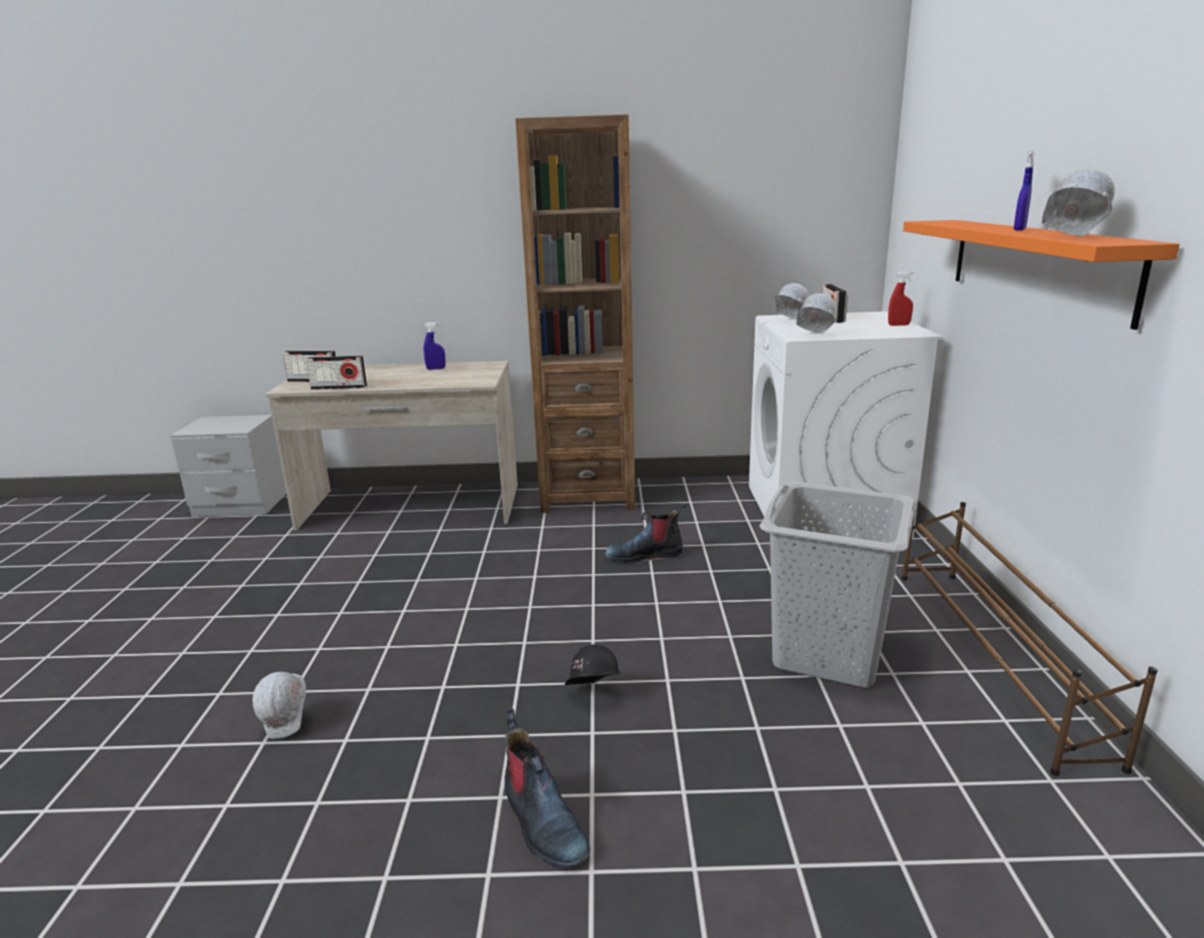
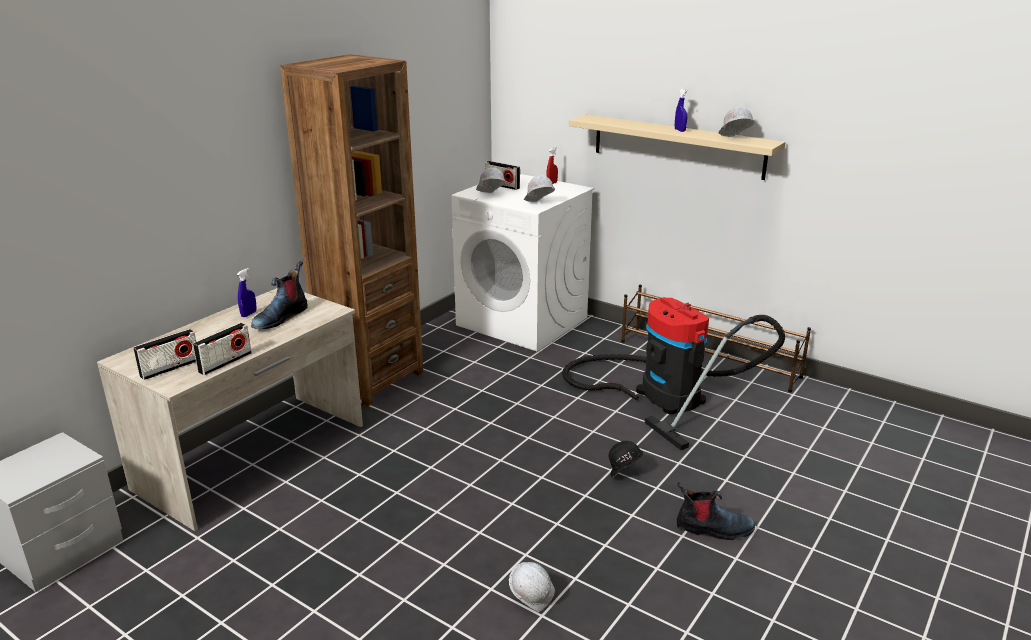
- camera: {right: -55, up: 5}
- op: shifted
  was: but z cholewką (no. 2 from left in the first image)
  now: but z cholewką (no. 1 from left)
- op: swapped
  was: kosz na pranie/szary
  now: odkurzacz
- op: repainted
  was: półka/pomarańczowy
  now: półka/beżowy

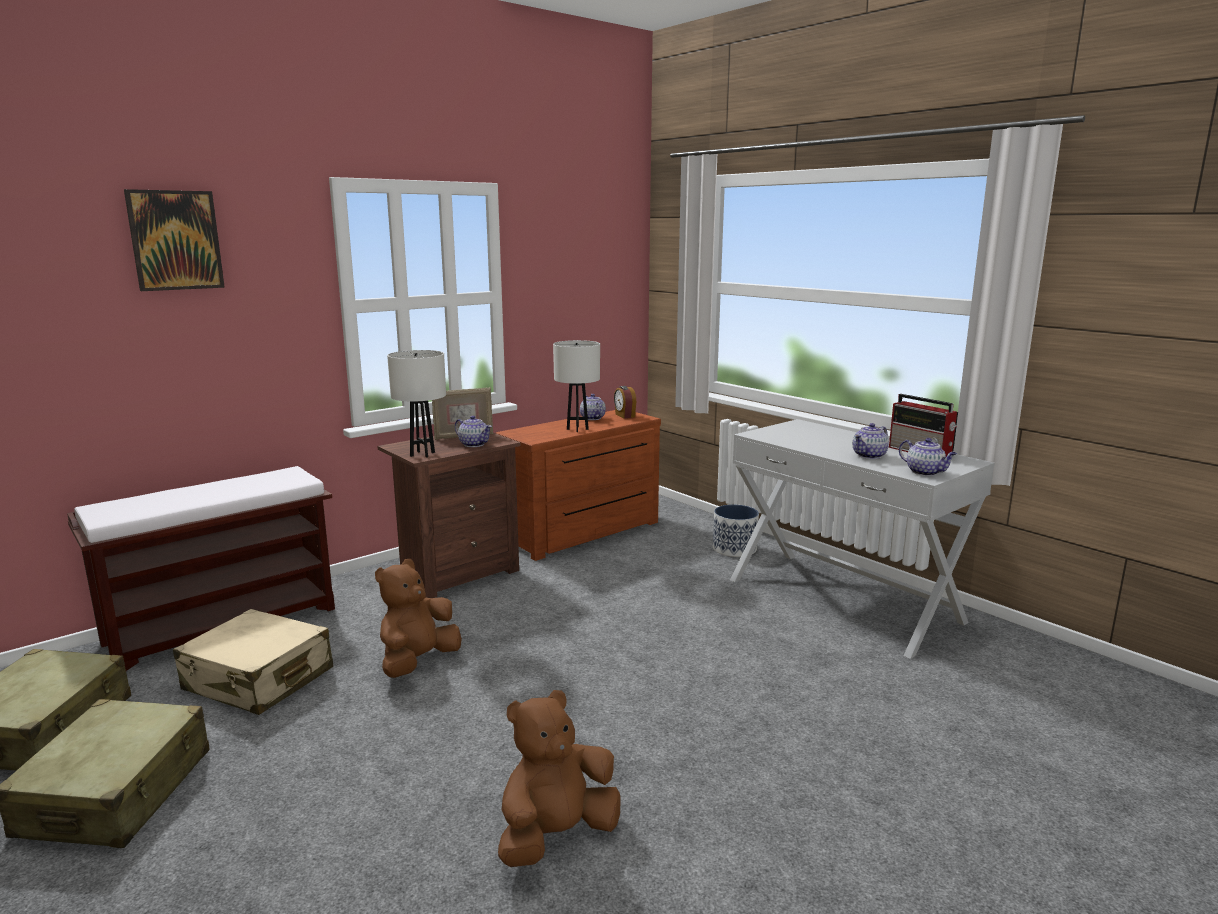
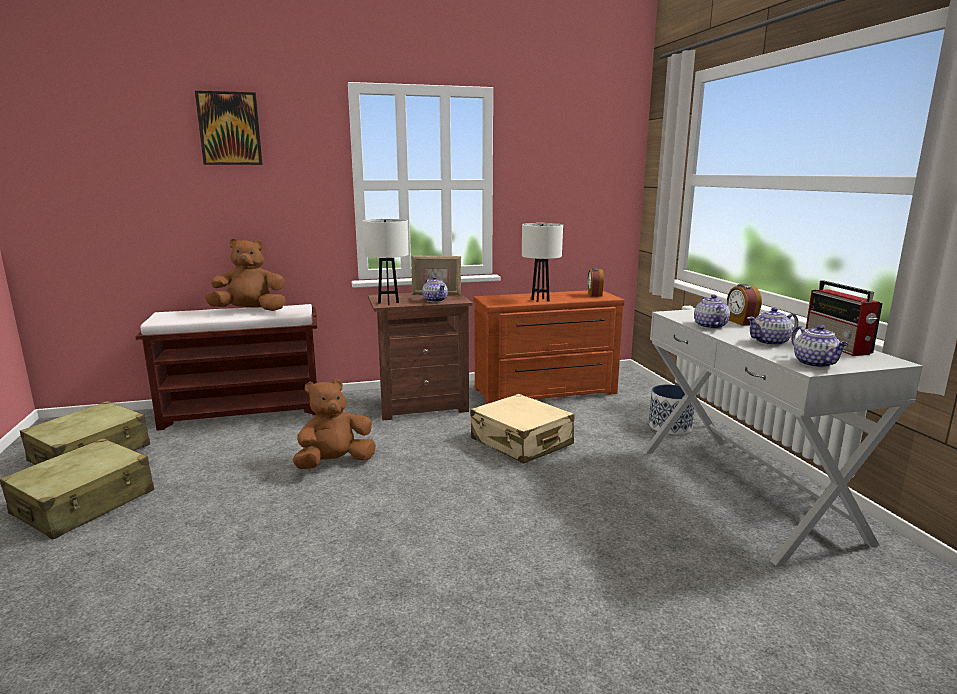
- camera: {right: 25, up: 0}
- op: shifted
  was: walizka/beżowy (no. 3 from left)
- op: shifted
  was: pluszak/brązowy (no. 2 from left in the first image)
  now: pluszak/brązowy (no. 1 from left)
- op: shifted
  was: imbryk (no. 2 from left)
- op: new
  now: budzik (no. 2 from left)

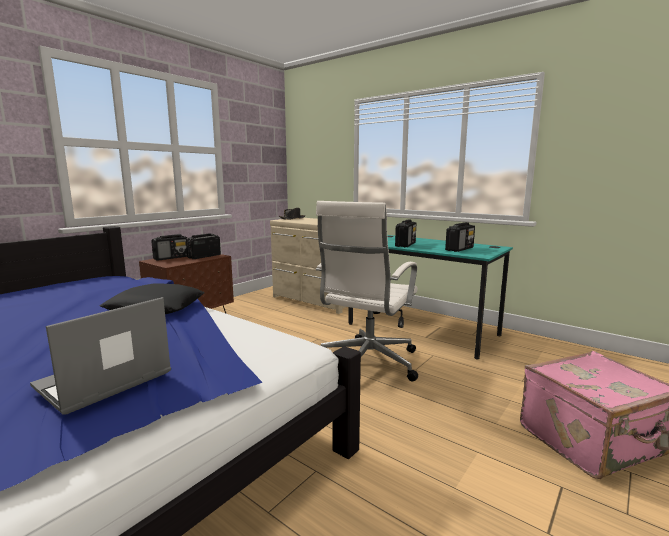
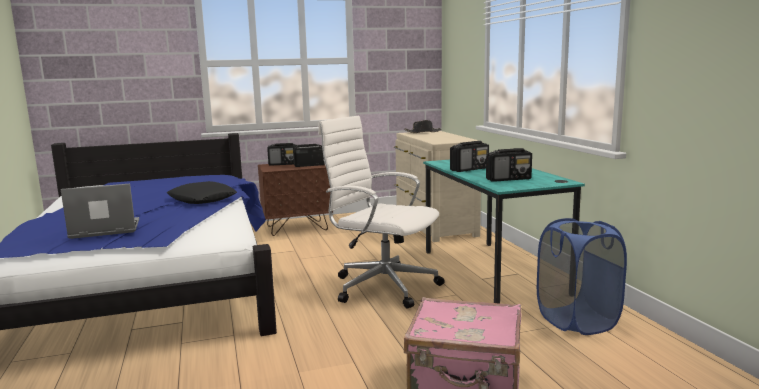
- camera: {right: 35, up: 0}
- op: rotated
  was: krzesło biurowe/biały
  clockwise: 60
- op: new
  now: kosz na pranie/niebieski

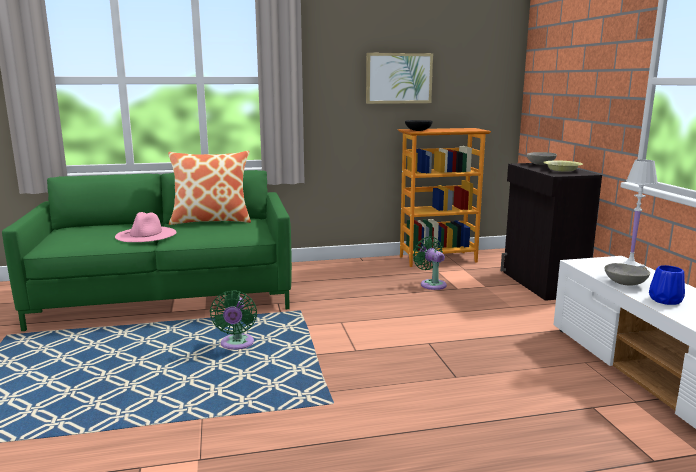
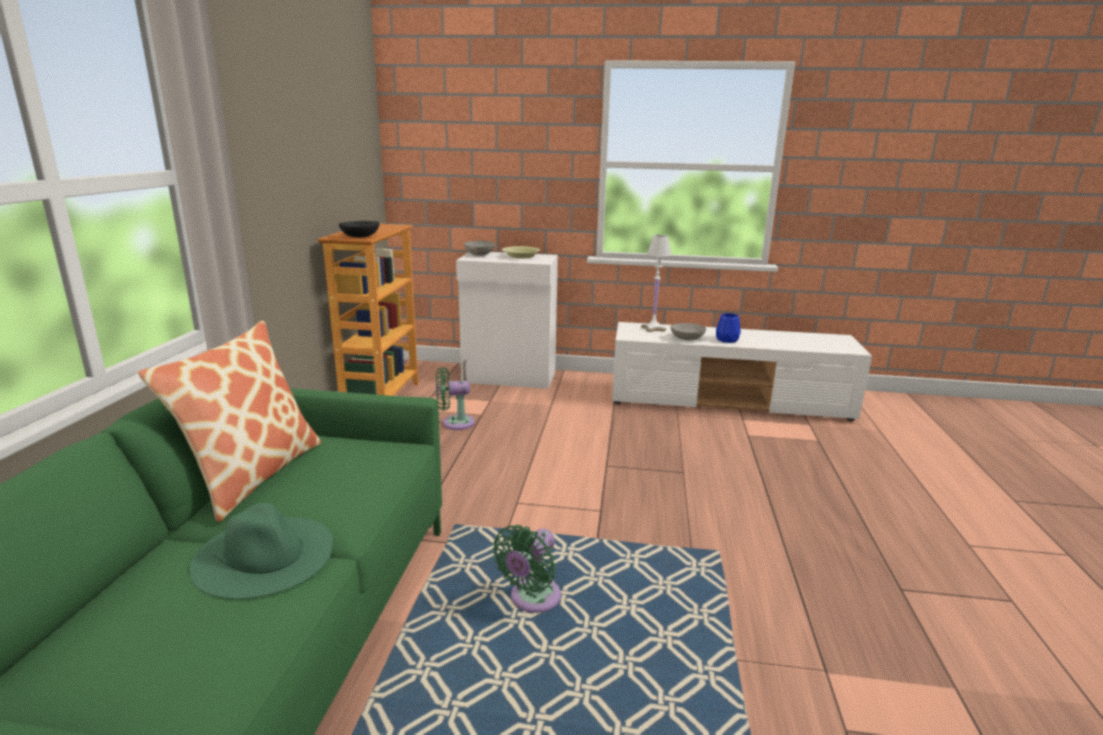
- camera: {right: -70, up: 5}
- op: repainted
  was: kapelusz/różowy
  now: kapelusz/zielony
- op: rotated
  was: wentylator/zielony (no. 1 from left in the first image)
  clockwise: 105
- op: gone
  was: obraz
- op: repainted
  was: szafka/czarny
  now: szafka/biały

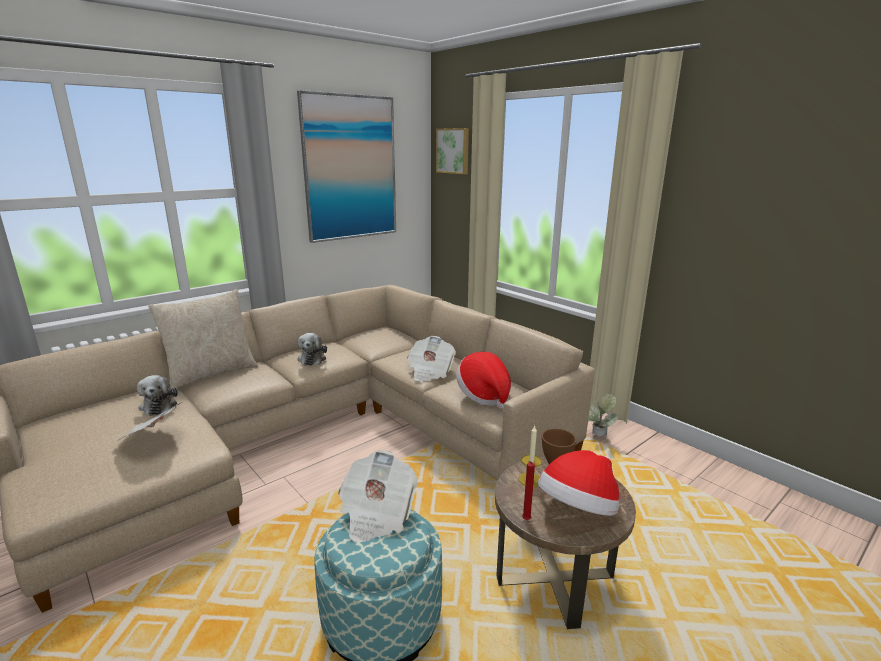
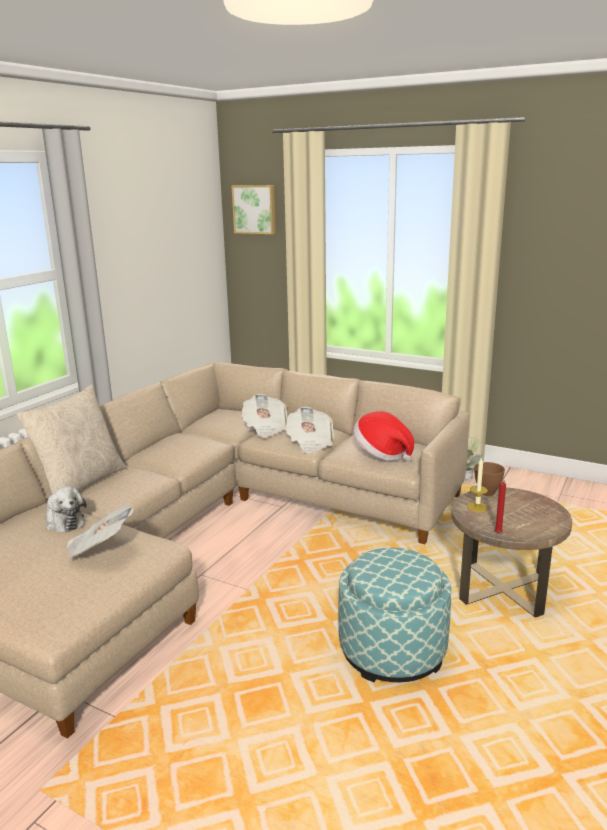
- camera: {right: -20, up: 0}
- op: gone
  was: obraz (no. 1 from left)
- op: gone
  was: pluszak (no. 2 from left)
- op: shifted
  was: gazeta (no. 2 from left)
- op: gone
  was: kapelusz (no. 2 from left)

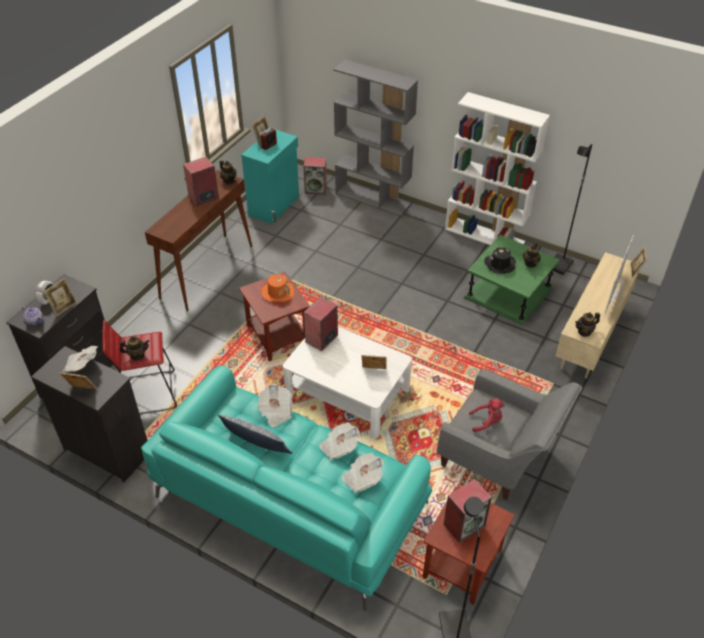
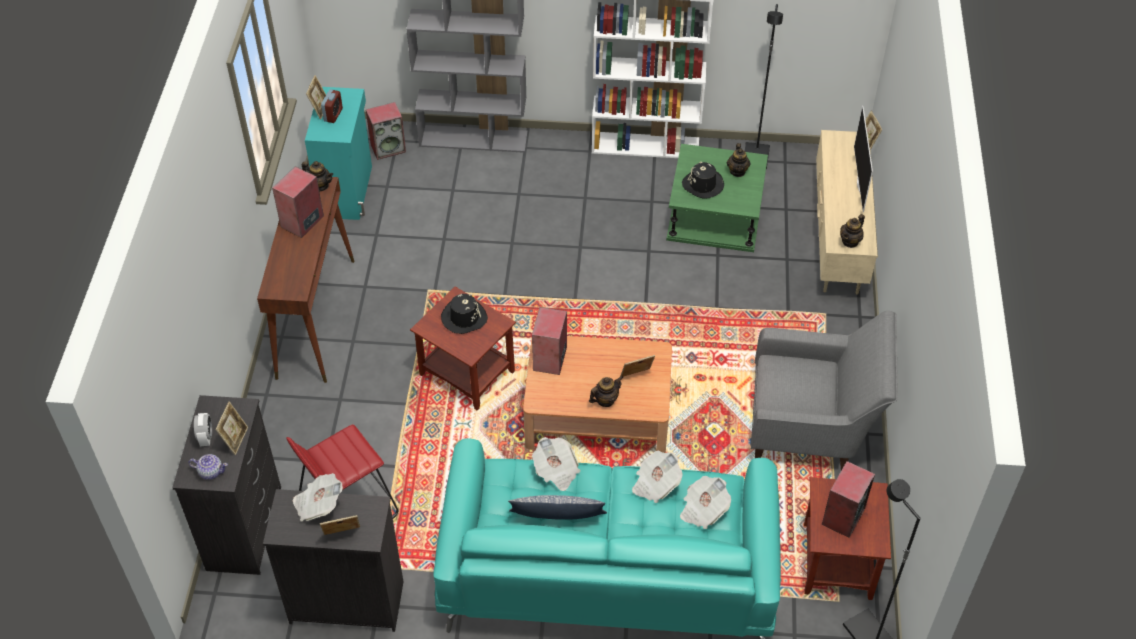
- camera: {right: -25, up: 5}
- op: shifted
  was: imbryk (no. 2 from left in the first image)
  now: imbryk (no. 3 from left)
- op: repainted
  was: kapelusz/pomarańczowy
  now: kapelusz/czarny (no. 1 from left)
- op: repainted
  was: ława/biały
  now: ława/brązowy
- op: gone
  was: pluszak/czerwony

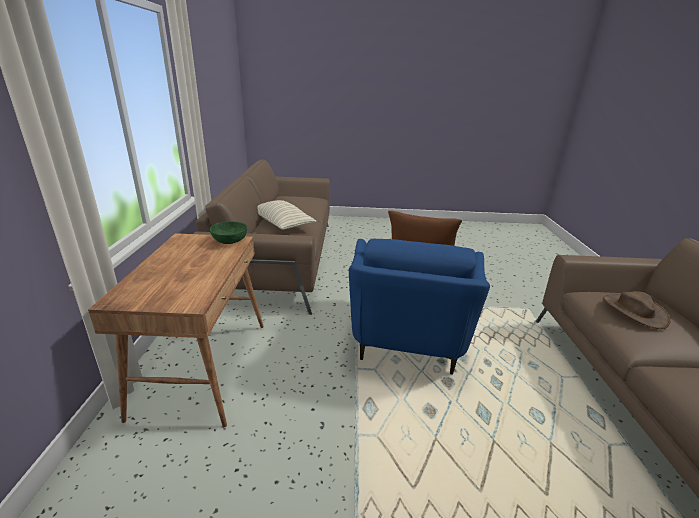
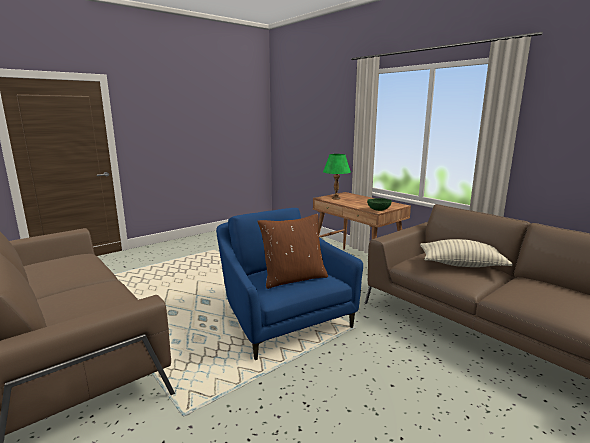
- camera: {right: 140, up: -10}
- op: gone
  was: kapelusz/brązowy
- op: new
  now: lampa stołowa/zielony

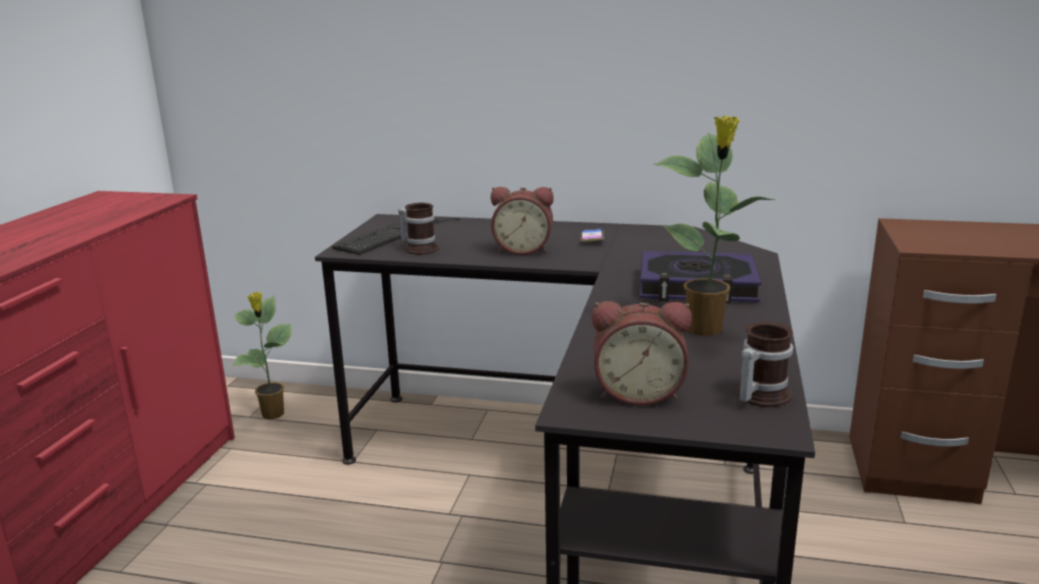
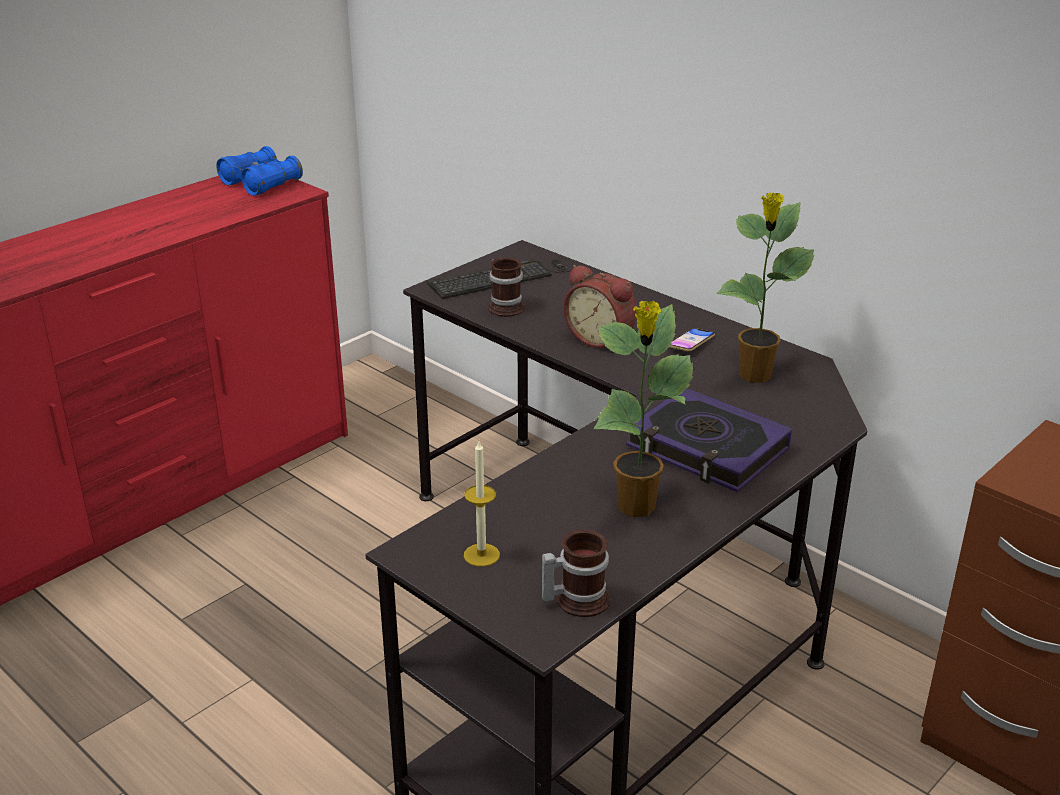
- camera: {right: 30, up: 10}
- op: shifted
  was: roślina doniczkowa (no. 1 from left in the first image)
  now: roślina doniczkowa (no. 2 from left)
- op: swapped
  was: budzik (no. 2 from left)
  now: świeca
- op: new
  now: lornetka/niebieski

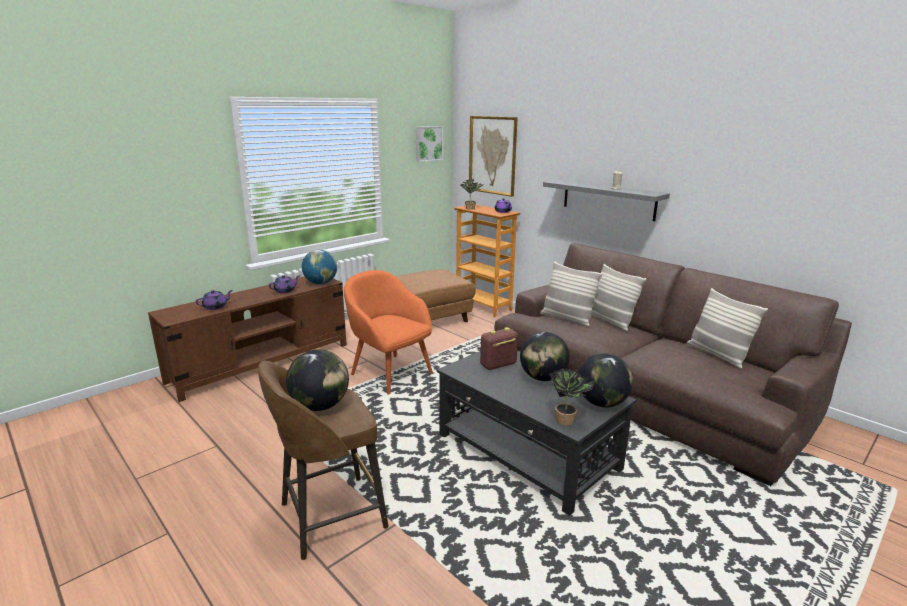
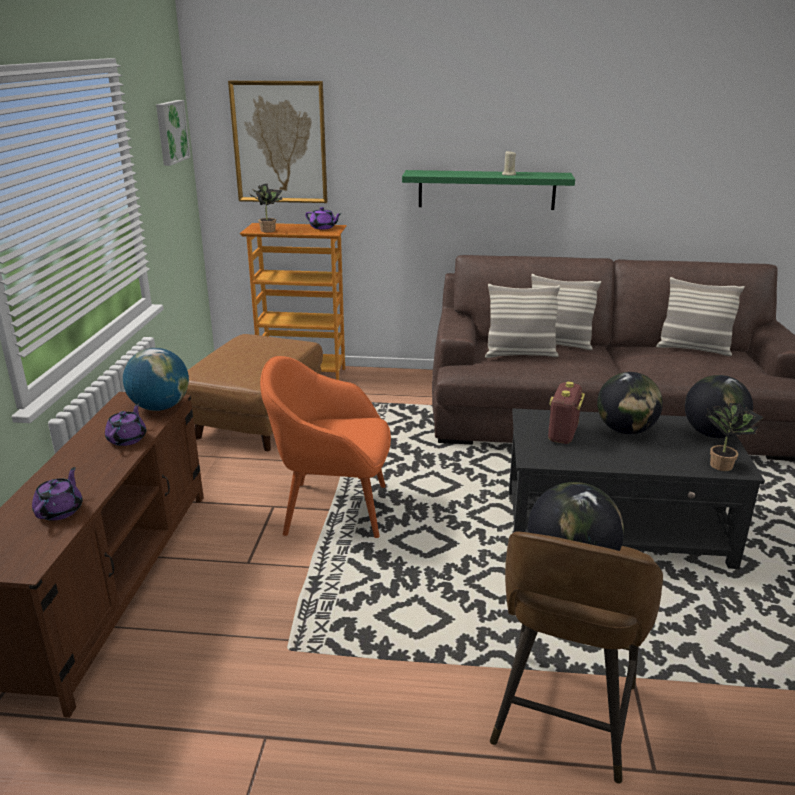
- camera: {right: -40, up: 5}
- op: repainted
  was: półka/szary
  now: półka/zielony

